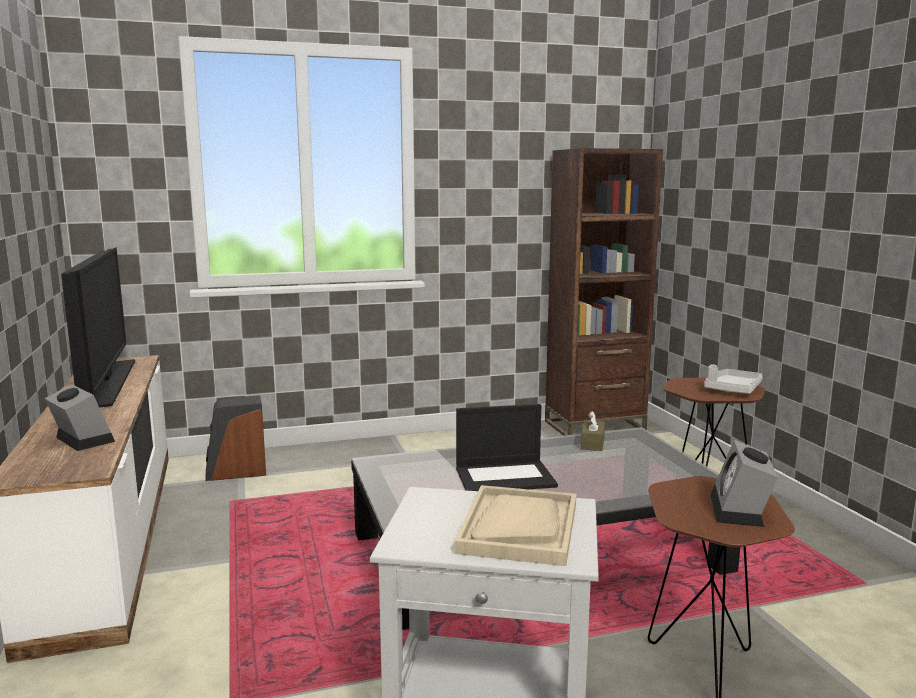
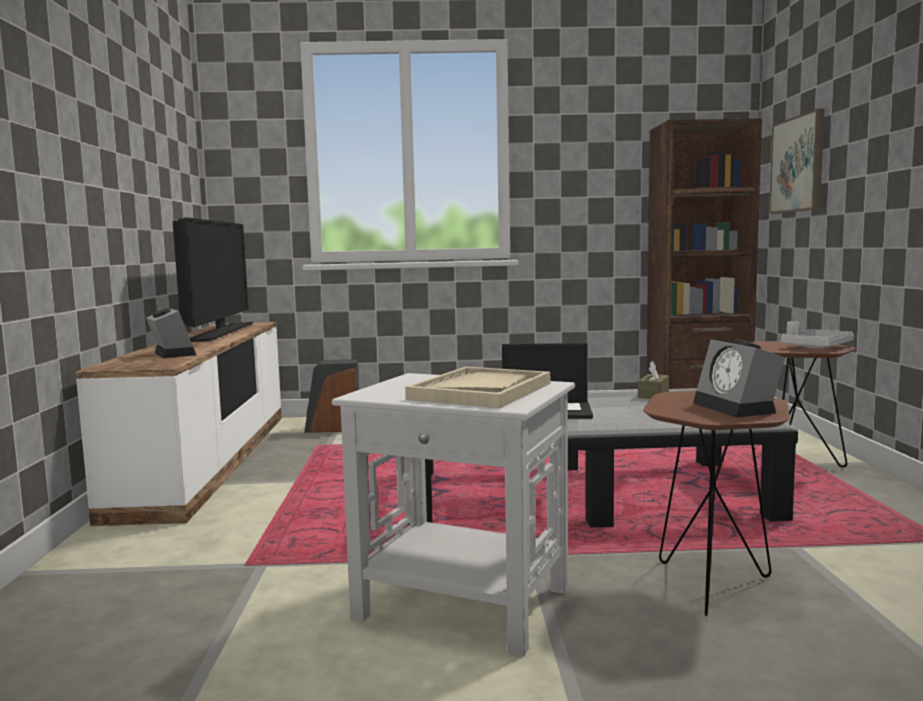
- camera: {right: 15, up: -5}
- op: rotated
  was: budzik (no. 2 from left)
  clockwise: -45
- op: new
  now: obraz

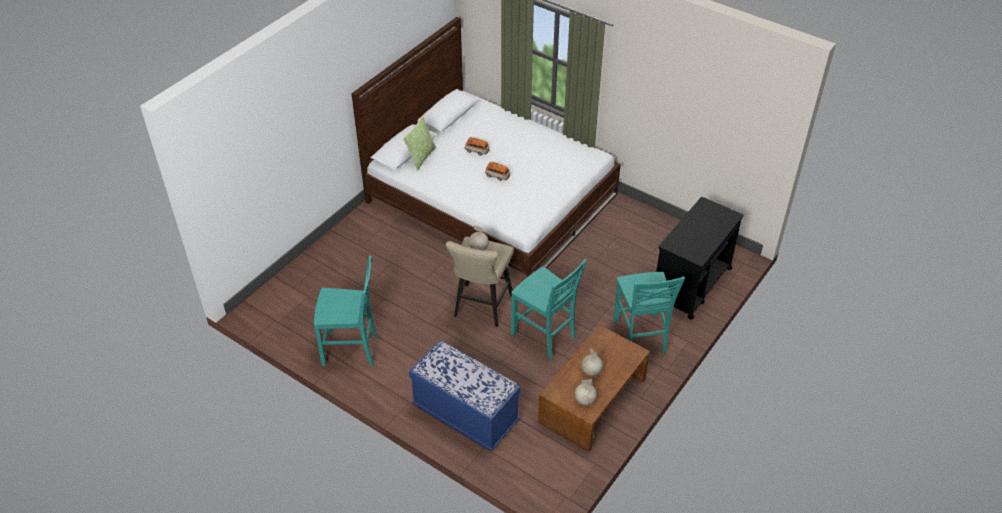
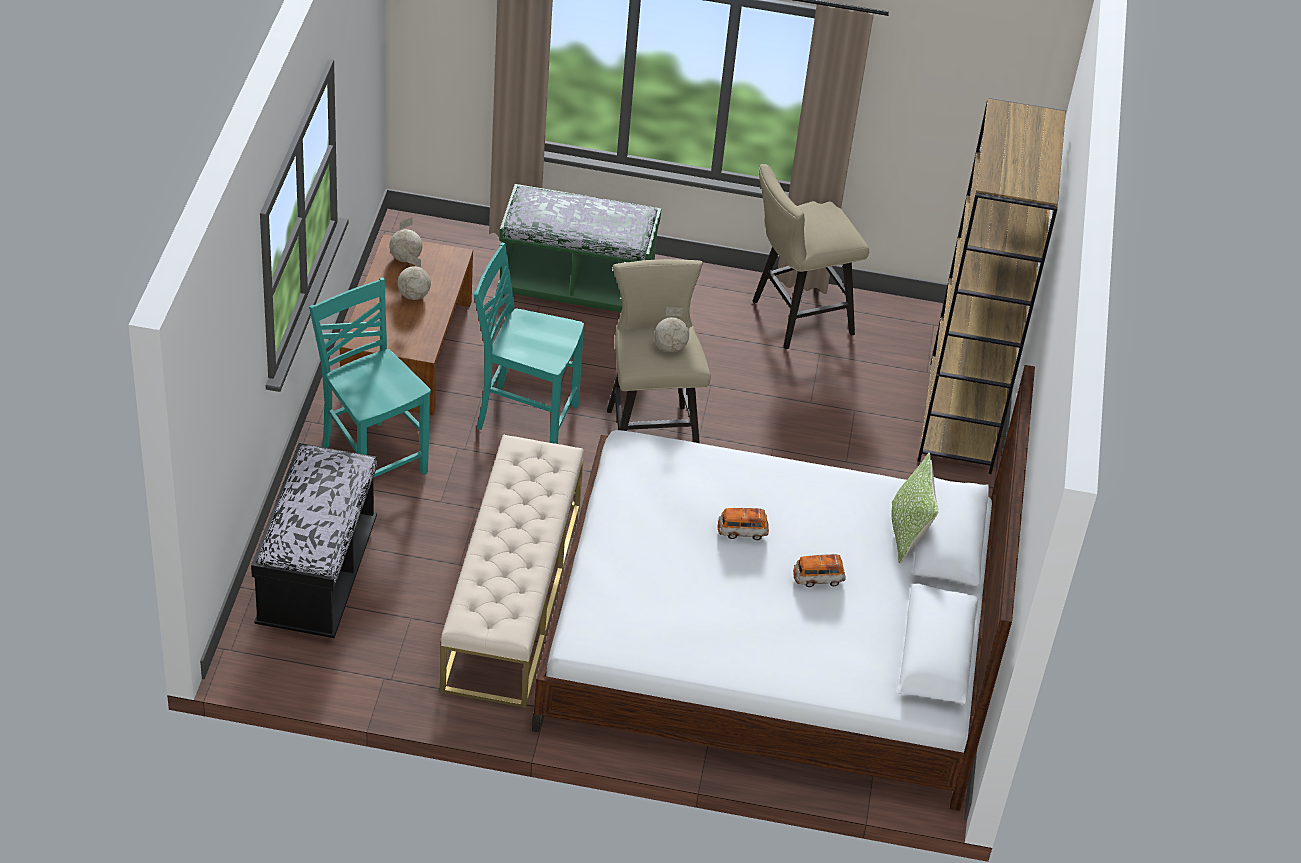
- camera: {right: 150, up: 0}
- op: swapped
  was: krzesło/turkusowy (no. 1 from left)
  now: stołek/beżowy (no. 2 from left)
- op: repainted
  was: ławka/niebieski
  now: ławka/zielony
- op: swapped
  was: wózek/czarny
  now: ławka/czarny
- op: new
  now: ławka/beżowy
- op: new
  now: regał/brązowy

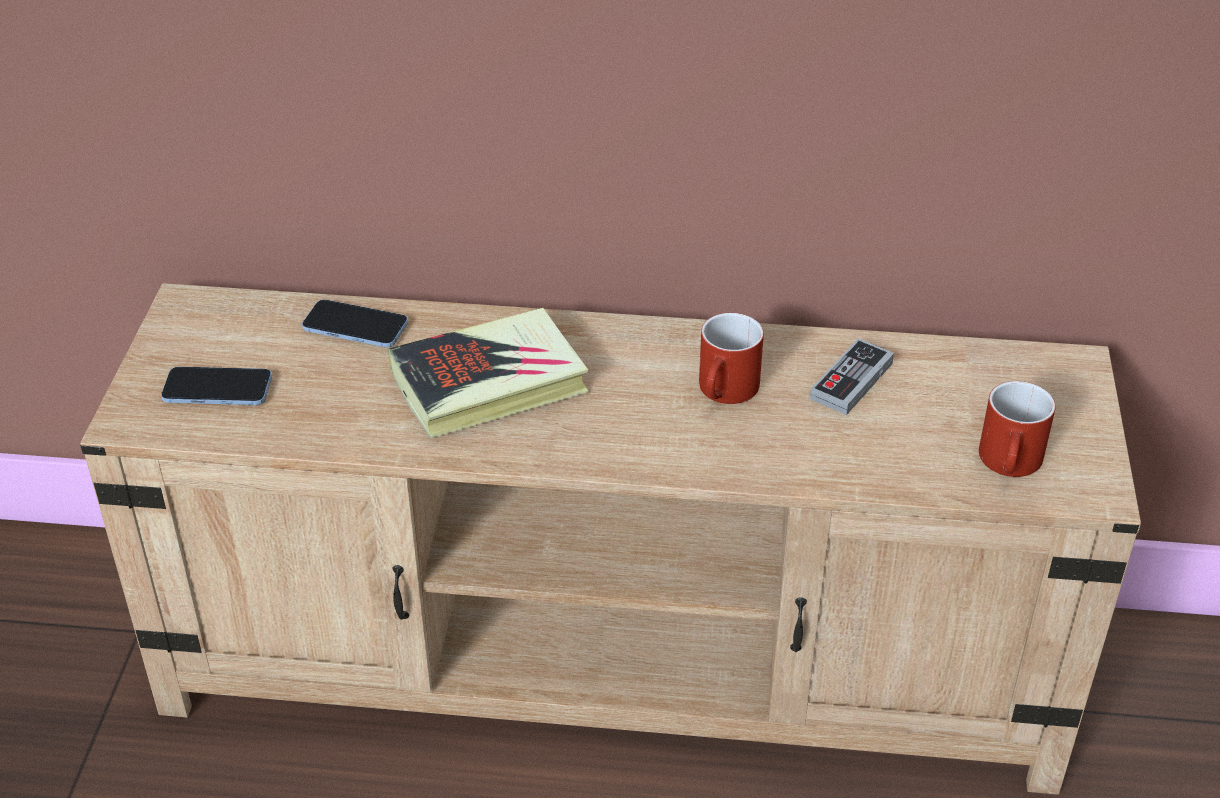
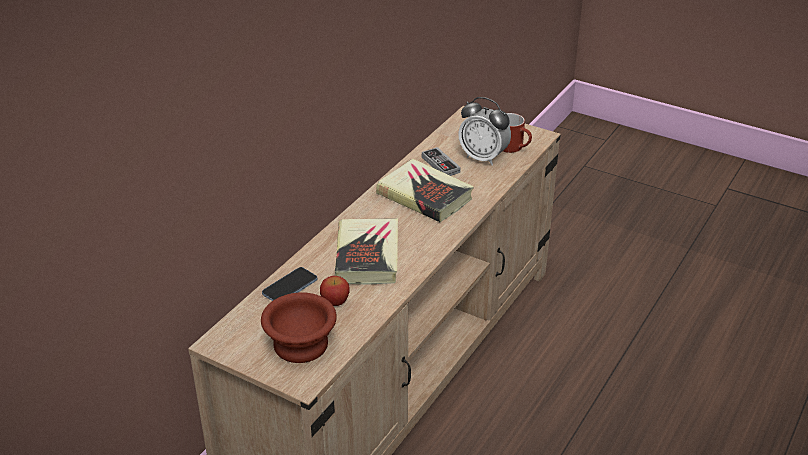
- camera: {right: -65, up: -5}
- op: swapped
  was: telefon (no. 1 from left)
  now: miska/brązowy
- op: swapped
  was: kubek/czerwony (no. 1 from left)
  now: książka (no. 2 from left)
- op: new
  now: jabłko
- op: new
  now: budzik

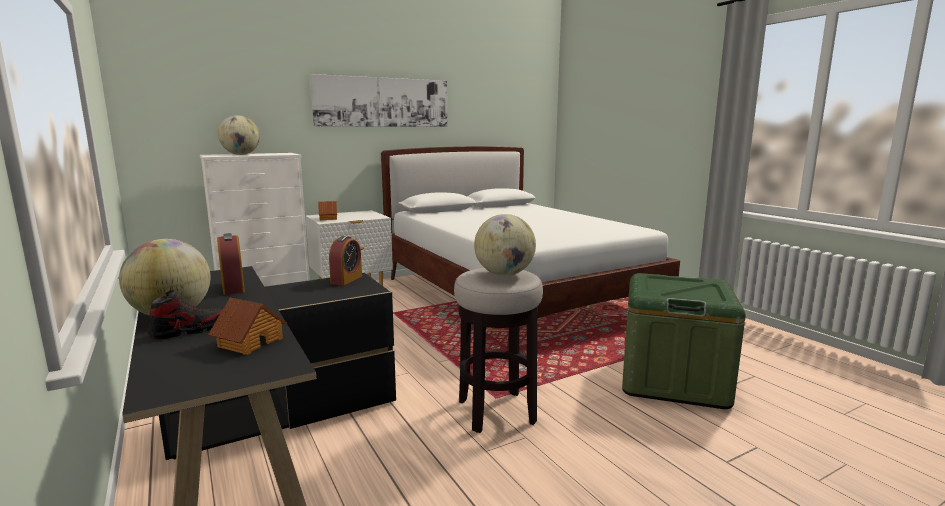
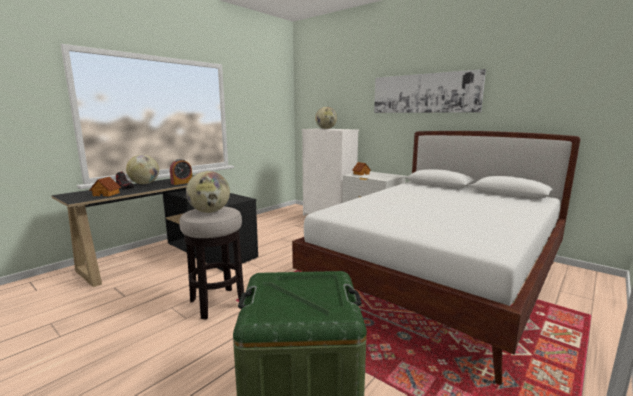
- camera: {right: 70, up: 0}
- op: gone
  was: budzik (no. 2 from left)

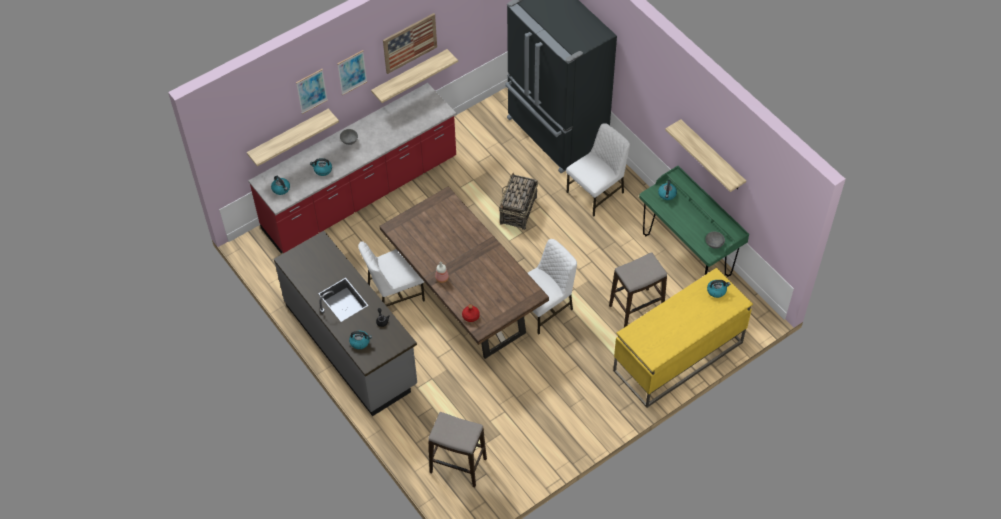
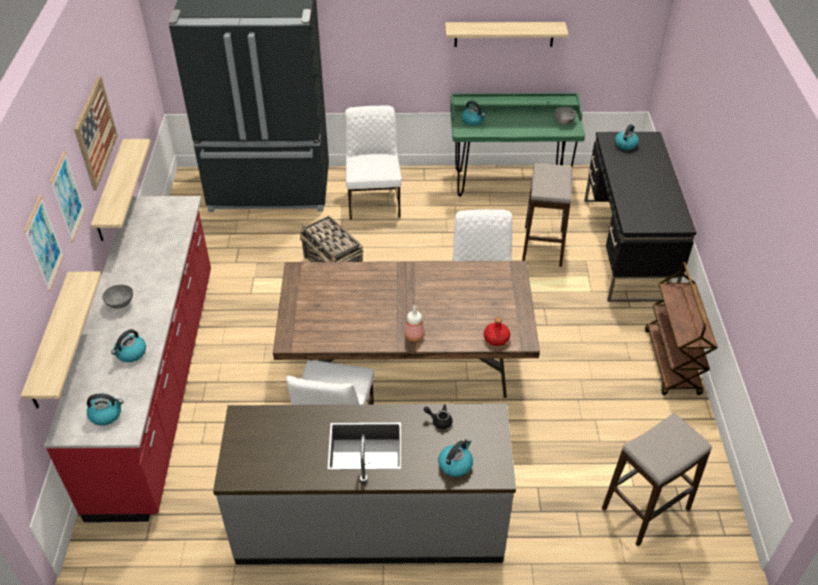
- camera: {right: -55, up: -10}
- op: repainted
  was: biurko/żółty
  now: biurko/czarny
- op: new
  now: wózek/brązowy

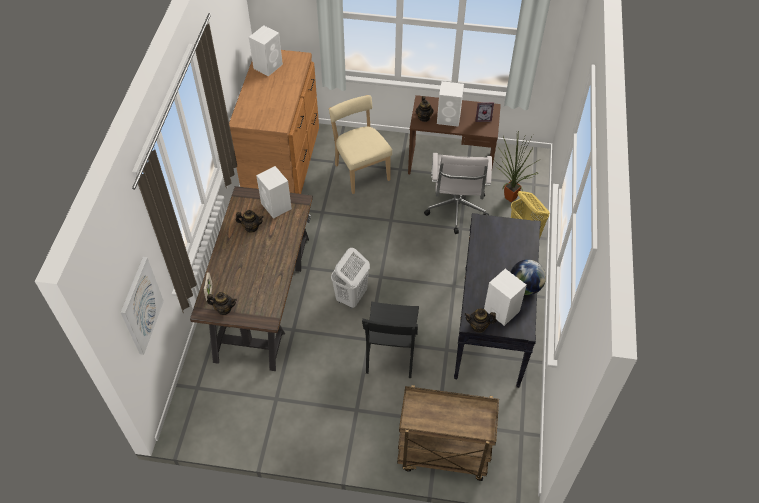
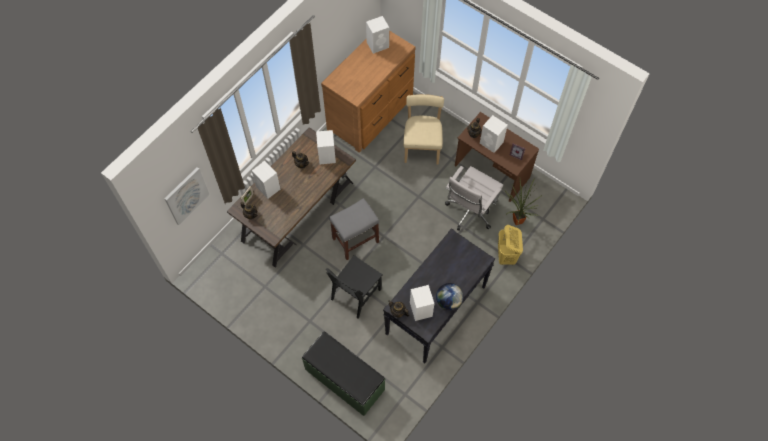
- camera: {right: 30, up: 10}
- op: swapped
  was: kosz na pranie/biały
  now: stołek/szary
- op: swapped
  was: wózek/brązowy
  now: ławka/zielony
- op: new
  now: głośnik/biały (no. 1 from left)

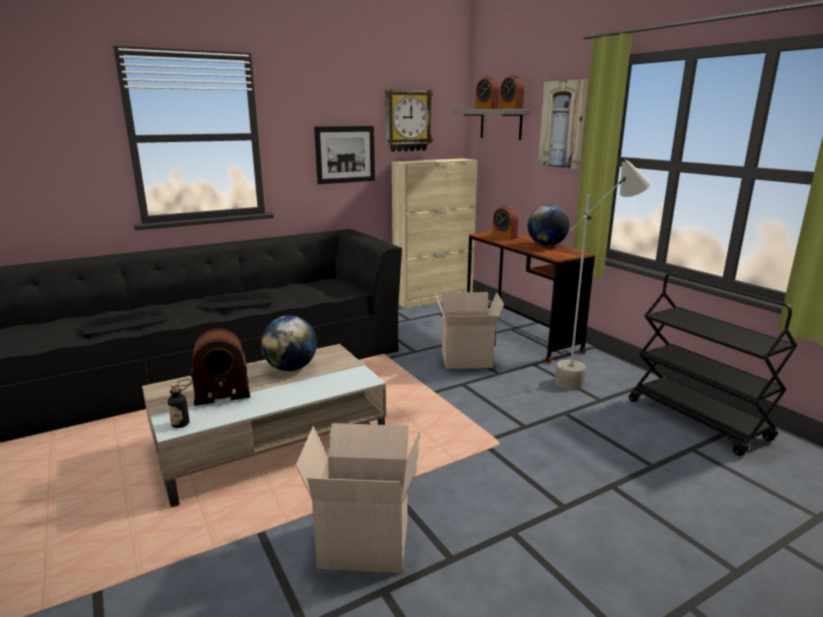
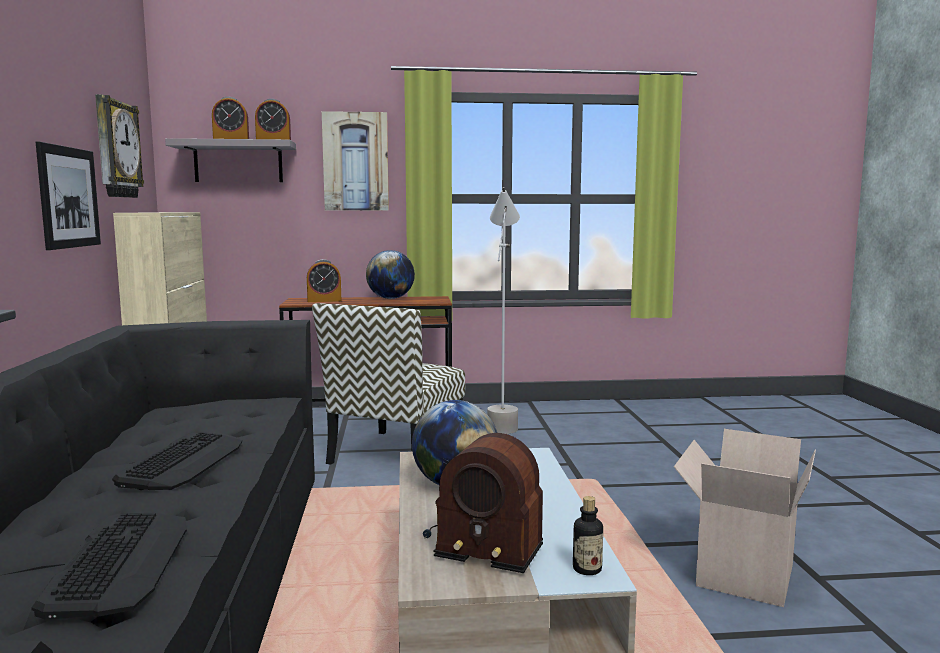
- camera: {right: -65, up: -10}
- op: rotated
  was: radio
  clockwise: 105
- op: swapped
  was: karton (no. 2 from left)
  now: krzesło
- op: gone
  was: wózek/czarny

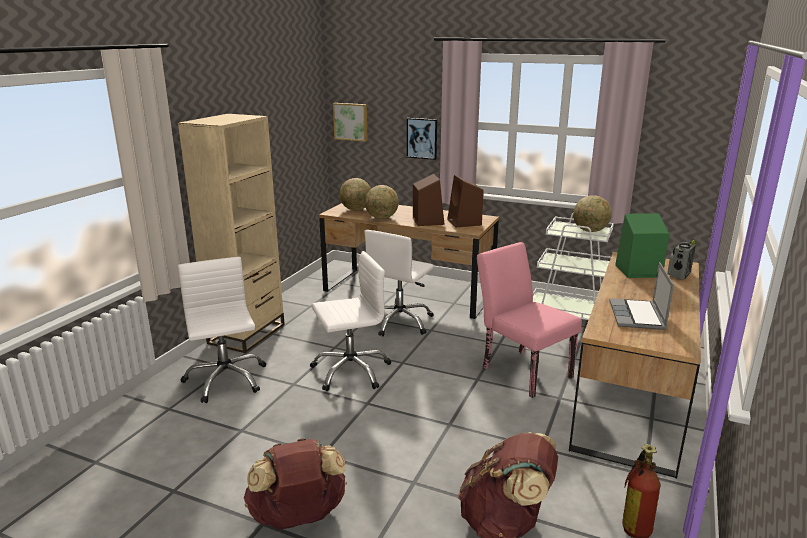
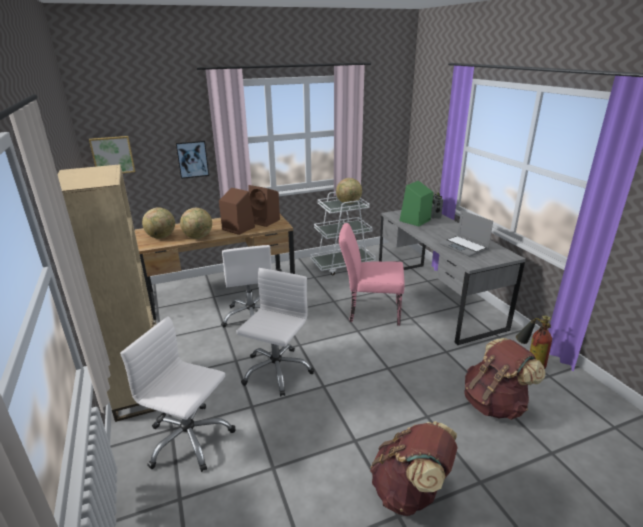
- camera: {right: -45, up: 5}
- op: repainted
  was: biurko/brązowy (no. 2 from left)
  now: biurko/szary

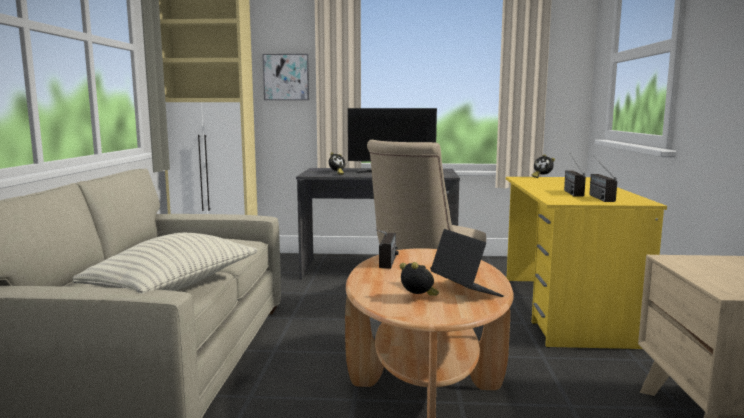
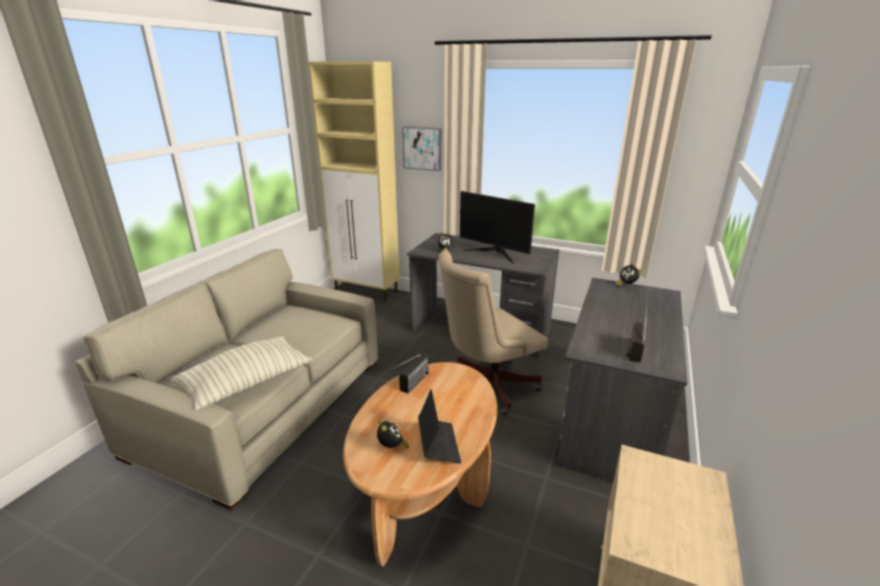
- camera: {right: 20, up: 15}
- op: repainted
  was: biurko/żółty
  now: biurko/szary (no. 2 from left)
- op: gone
  was: radio (no. 2 from left)

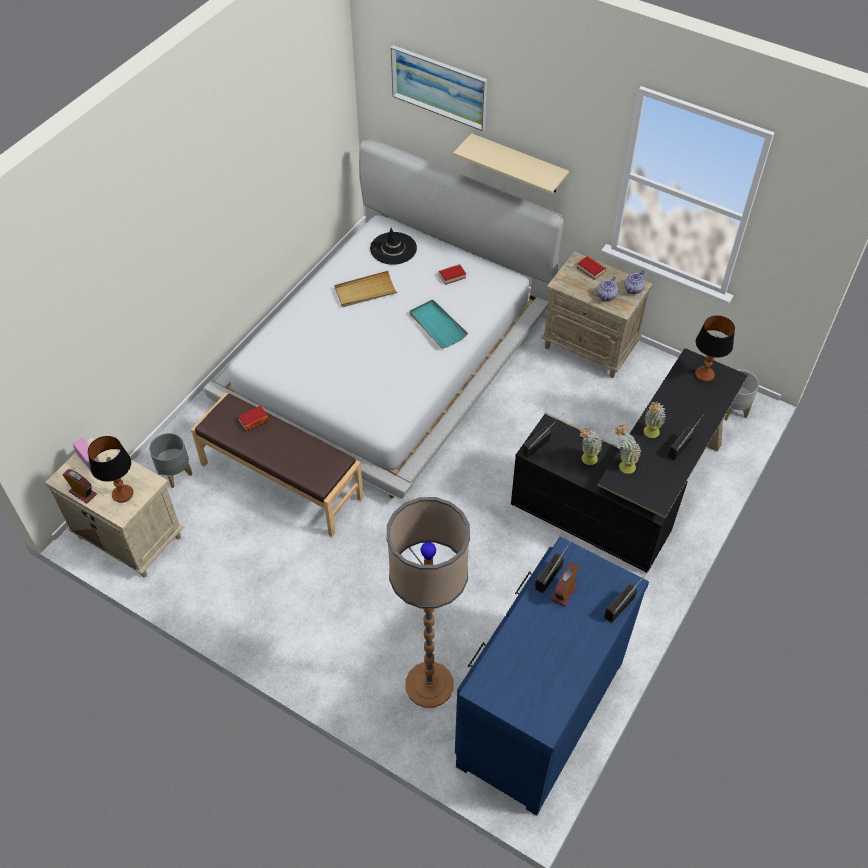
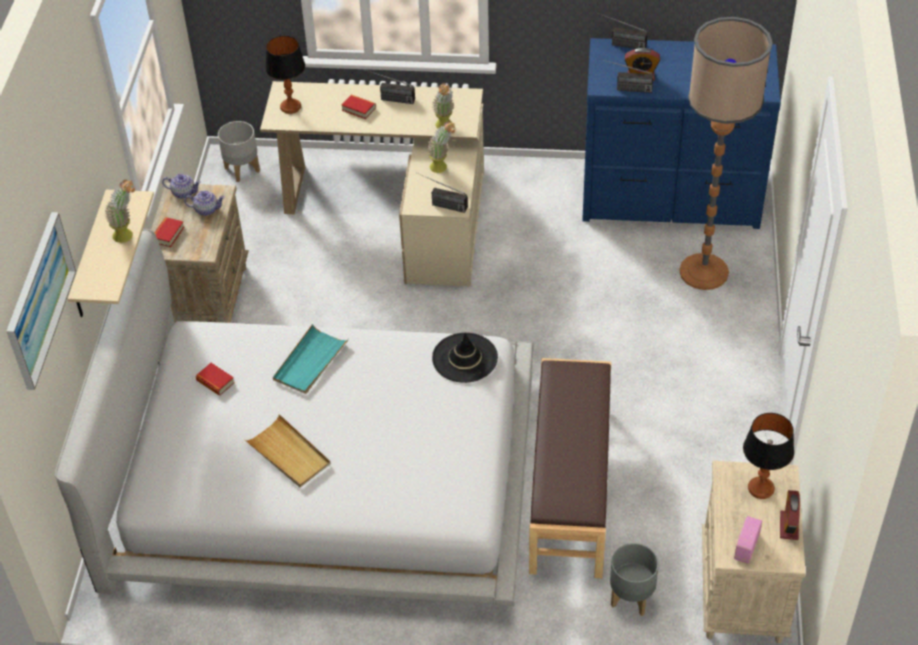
- camera: {right: -115, up: -5}
- op: shifted
  was: książka (no. 1 from left in the first image)
  now: książka (no. 3 from left)
- op: shifted
  was: kapelusz/czarny
- op: repainted
  was: biurko/czarny
  now: biurko/beżowy
- op: shifted
  was: roślina doniczkowa (no. 3 from left in the first image)
  now: roślina doniczkowa (no. 1 from left)

